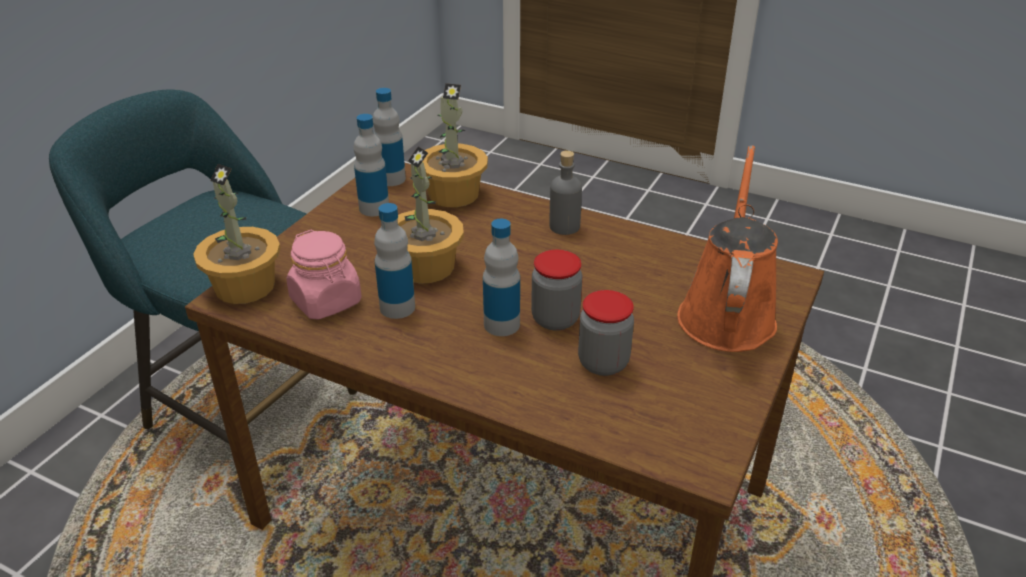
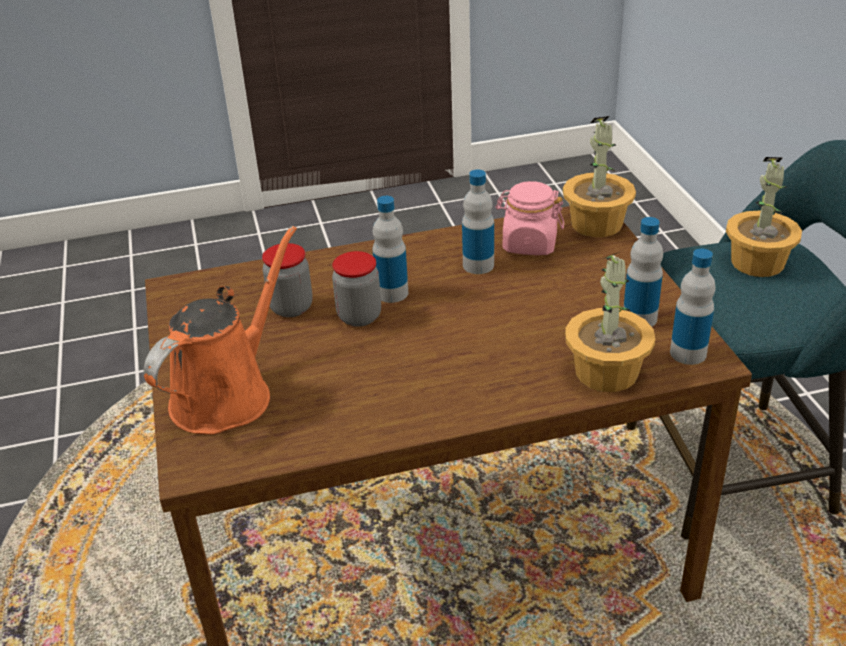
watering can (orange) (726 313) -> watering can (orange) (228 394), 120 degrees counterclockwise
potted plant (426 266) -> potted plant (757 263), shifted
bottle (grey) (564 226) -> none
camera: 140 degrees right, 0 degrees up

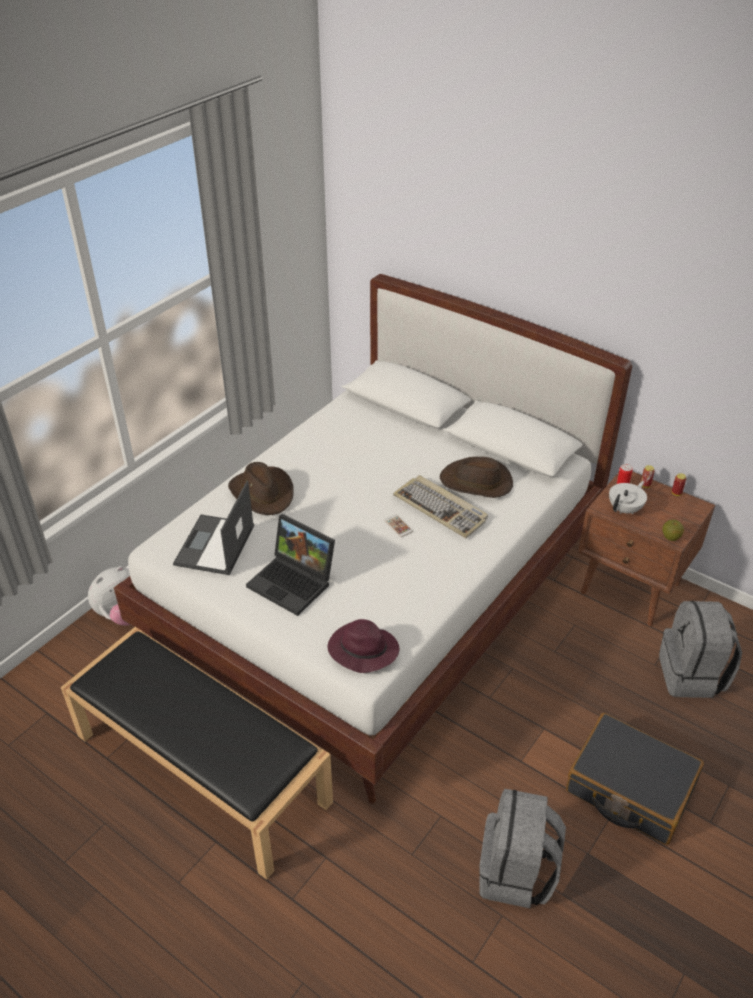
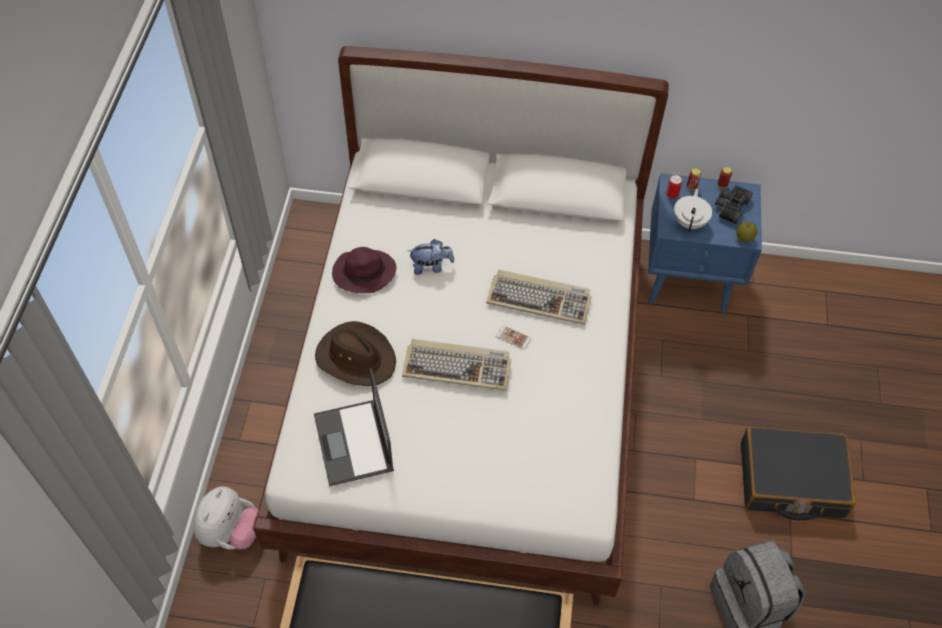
hat (brown) (476 482) -> none
nightstand (brown) (631 589) -> nightstand (blue) (689 280)
laptop (294 582) -> none
backpack (grey) (692 675) -> none
hat (purple) (362 650) -> hat (purple) (363 273), shifted
none -> binoculars (black) (730 207)
none -> plush toy (431 266)
none -> keyboard (458 366)
camera: 30 degrees left, 15 degrees up

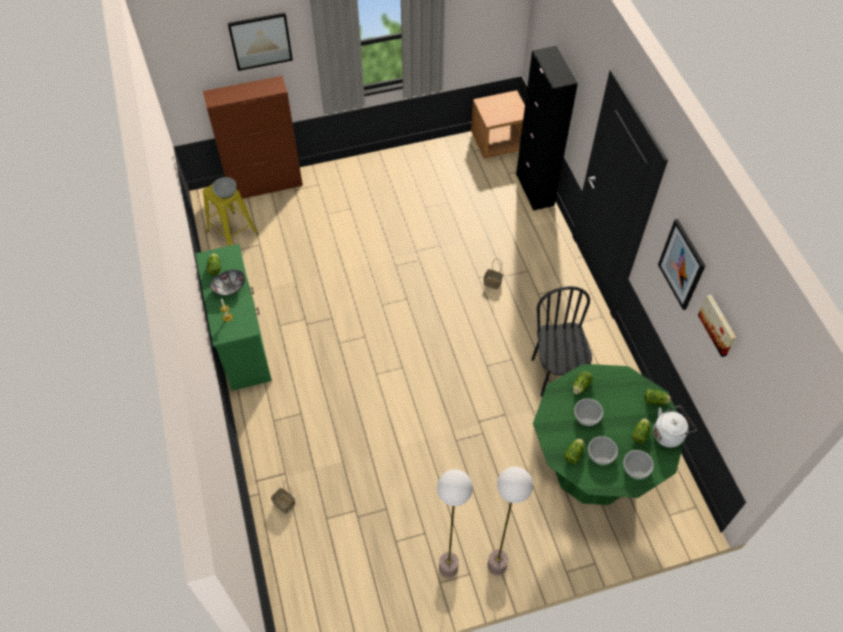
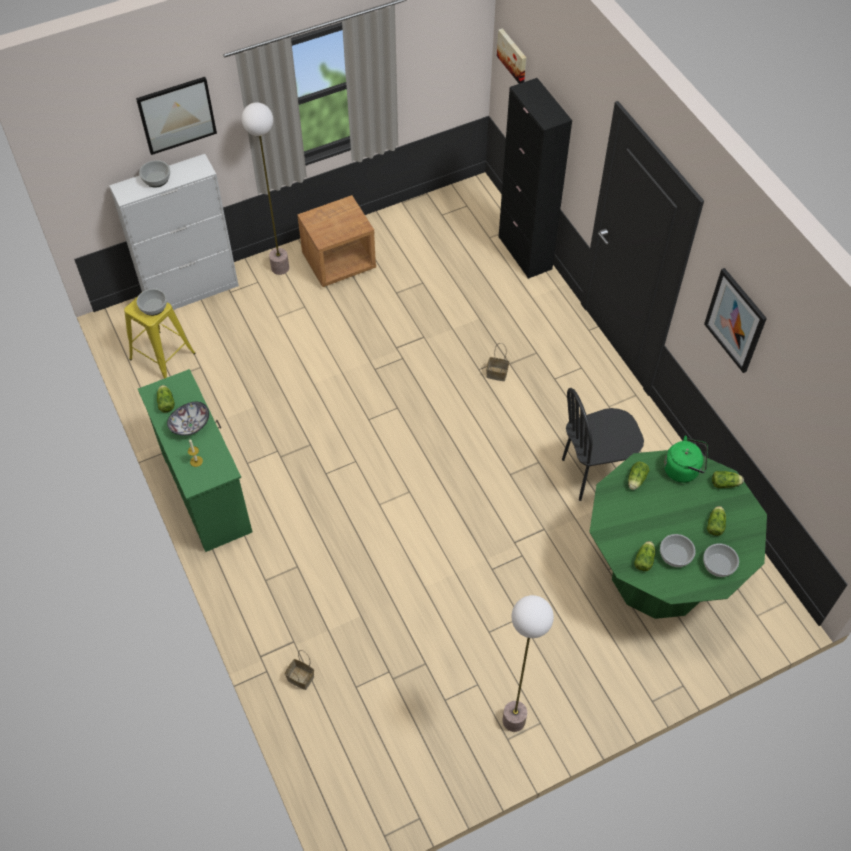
cabinet (brown) (265 185) -> cabinet (white) (192 291)
nightstand (brown) (498 142) -> nightstand (brown) (339 262), shifted
chair (black) (556 375) -> chair (black) (594 473), 90 degrees counterclockwise
picture (718 325) -> picture (513 56), shifted
bowl (587 416) -> bowl (157 179), shifted
kettle (white) (669 433) -> none
floor lamp (496 566) -> floor lamp (280 268), shifted
none -> kettle (green) (683 469)
camera: 10 degrees left, 0 degrees up

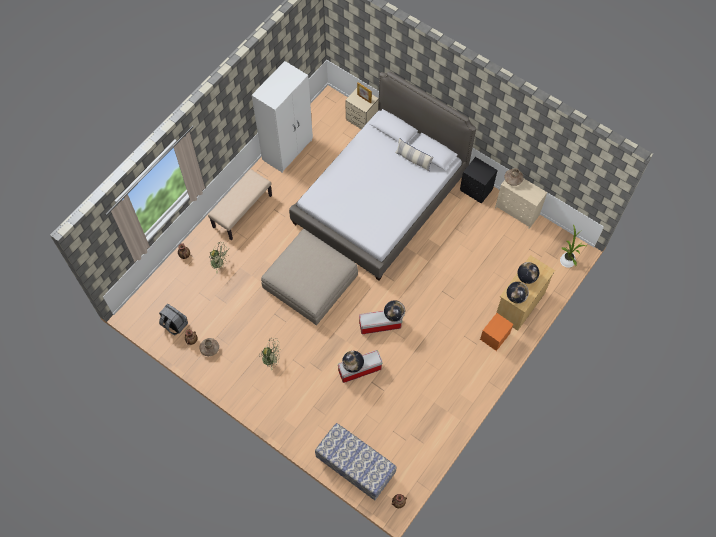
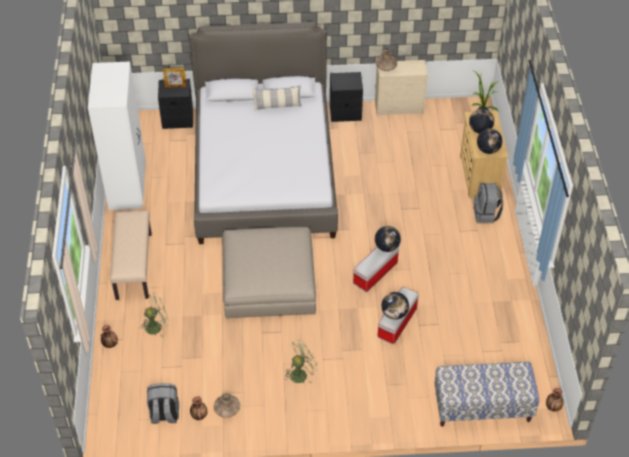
nightstand (beige) (362 120) -> nightstand (black) (178 120)
storage box (orange) (495 336) -> backpack (grey) (486 214)
camera: 40 degrees left, 15 degrees down

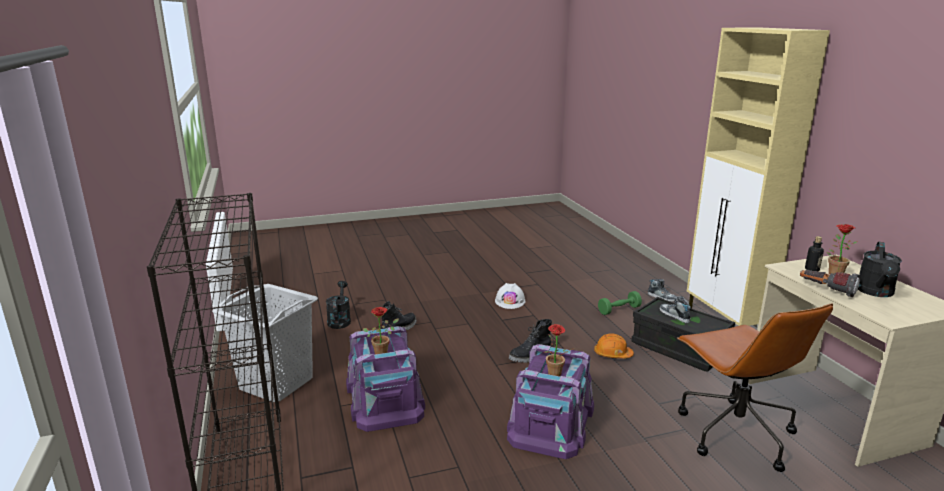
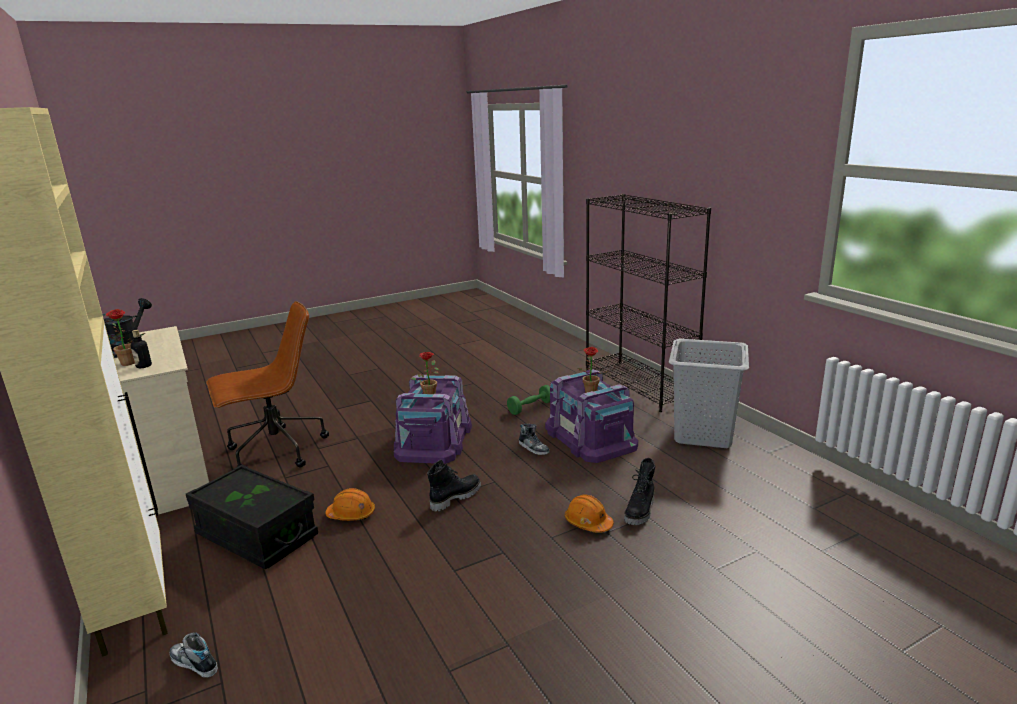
flashlight (826 290) -> none
watering can (black) (339 320) -> none
hard hat (white) (510 301) -> none
dumbbell (green) (619 310) -> dumbbell (green) (530 407), shifted
shoe (674 315) -> shoe (533 448), shifted
office chair (brown) (734 432) -> office chair (brown) (275 451), 90 degrees clockwise
none -> hard hat (orange) (588 523)
camera: 170 degrees right, 0 degrees up

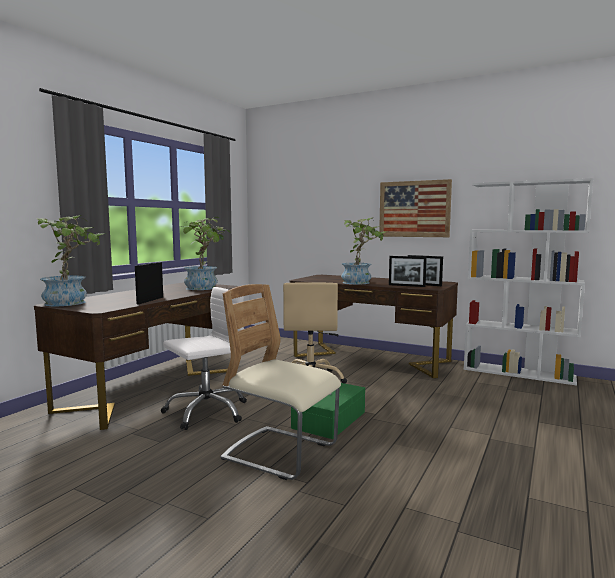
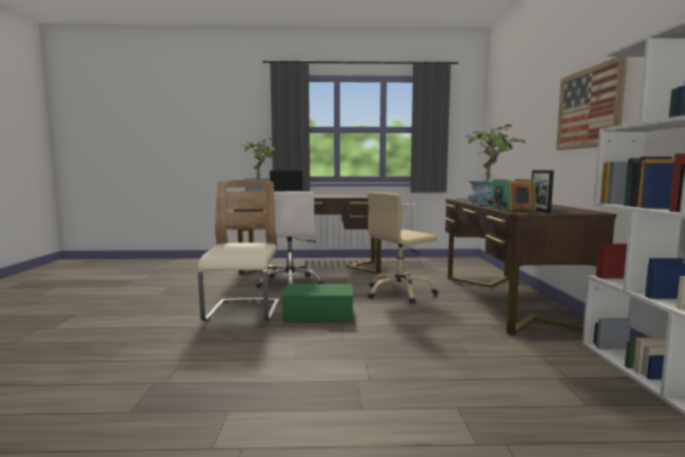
potted plant (205 288) -> none
picture frame (406 286) -> radio (510 209)
office chair (white) (206 411) -> office chair (white) (290 283), 60 degrees clockwise
camera: 60 degrees right, 0 degrees up

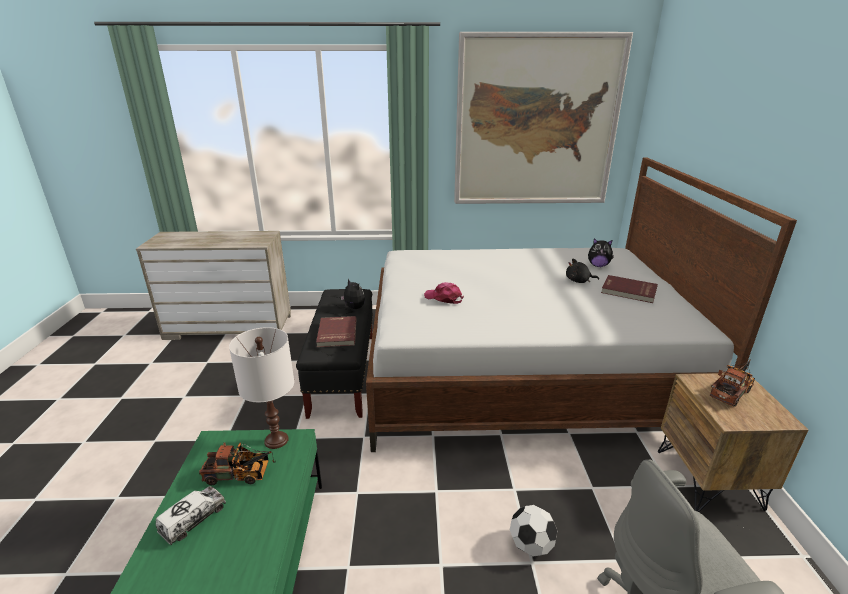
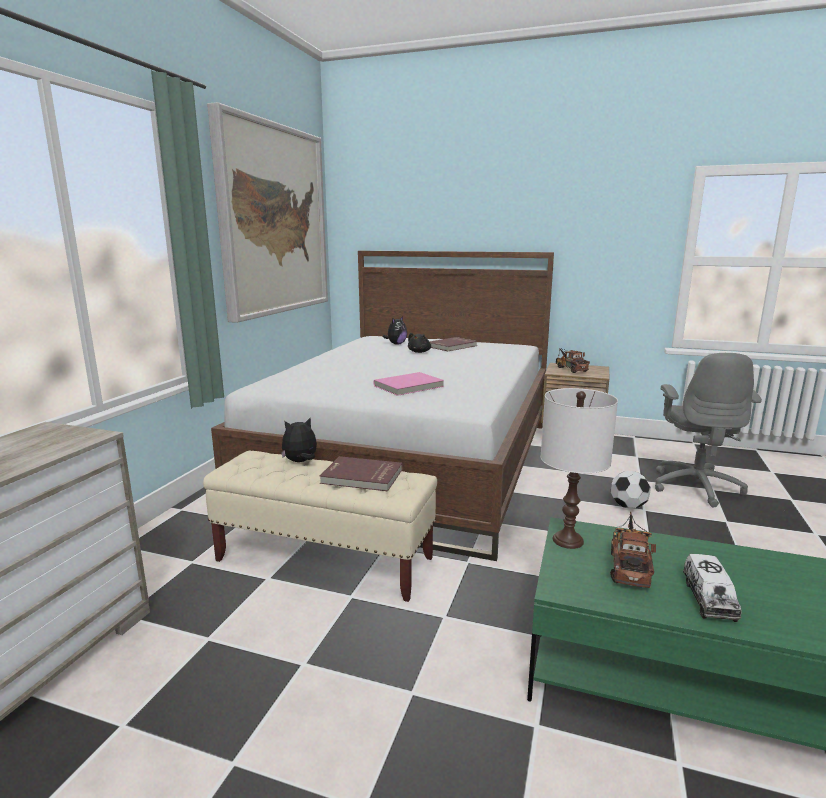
cap (pink) (444 298) -> book (pink) (409 386)
bench (black) (343 374) -> bench (beige) (325 560)
toy truck (193 519) -> toy truck (708 599), 135 degrees counterclockwise
camera: 70 degrees left, 10 degrees down

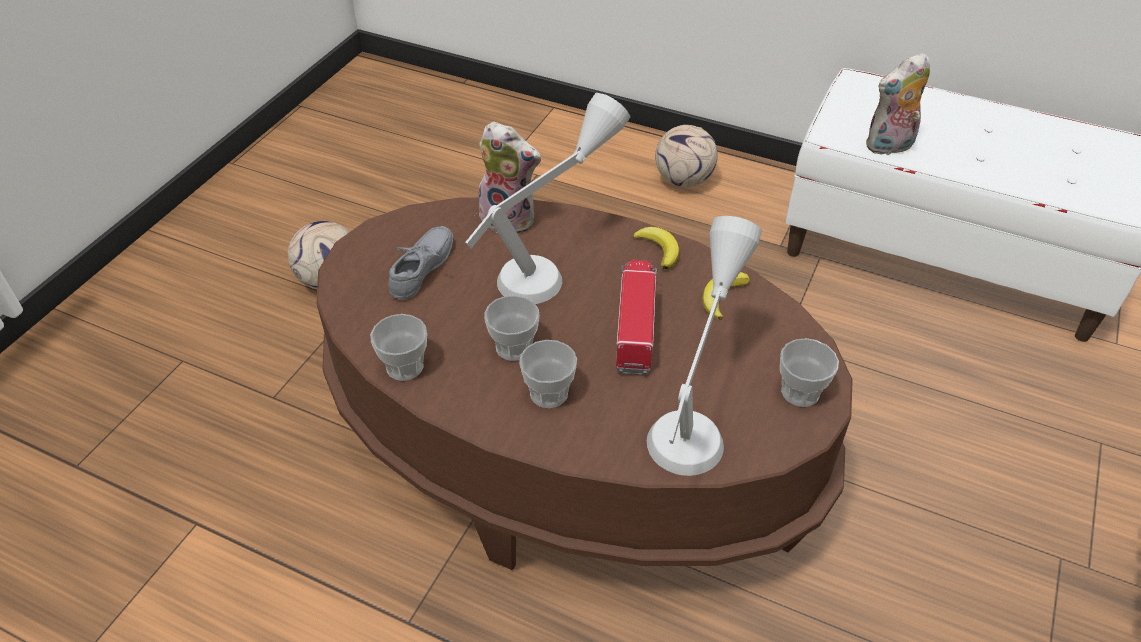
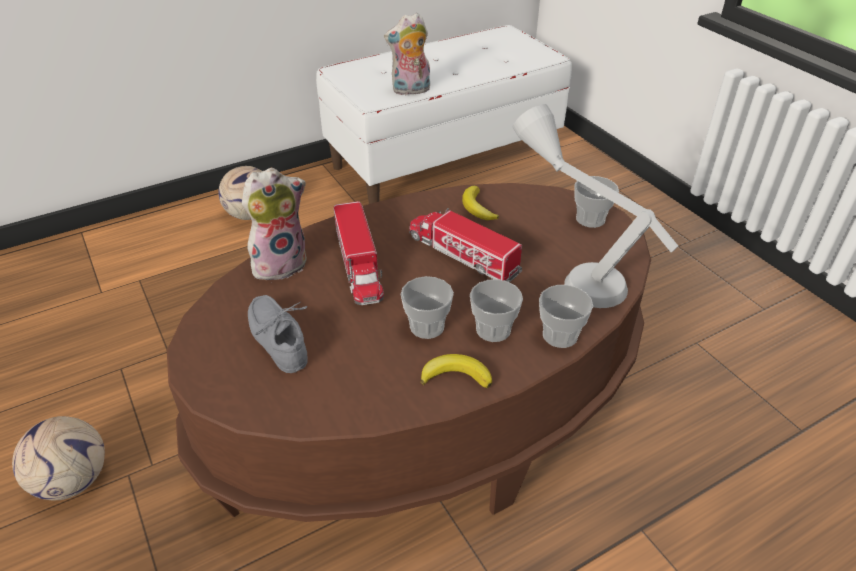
plush toy (889 147) -> plush toy (410 91), 60 degrees clockwise
table lamp (grey) (553 264) -> toy truck (359 265)
banana (659 249) -> banana (456 376), shifted
cup (405 366) -> cup (560 335), shifted
camera: 55 degrees left, 5 degrees down

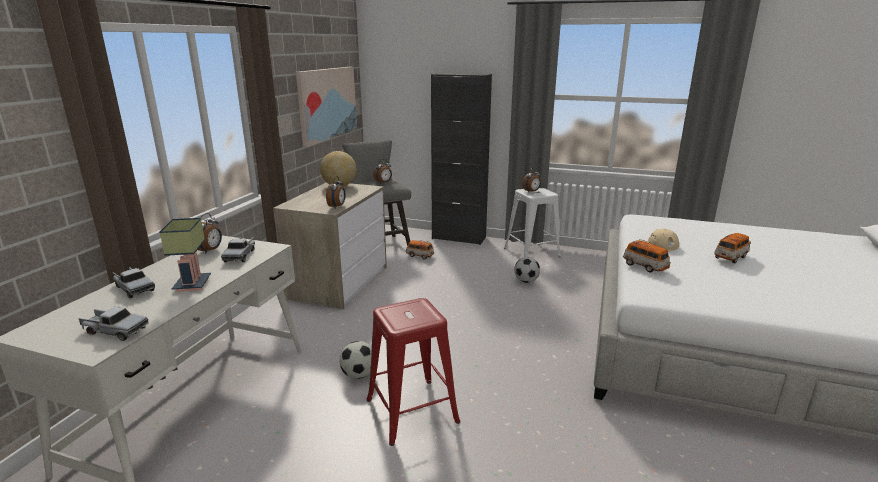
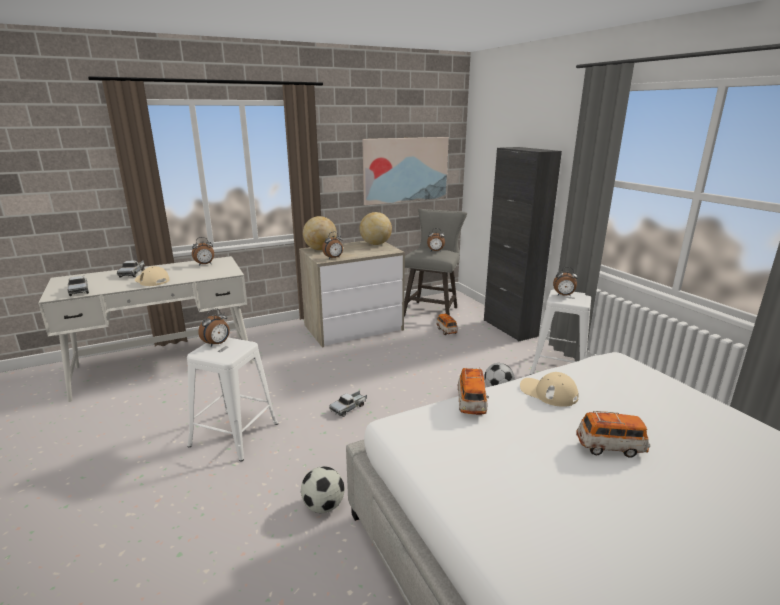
table lamp (194 285) -> cap (beige) (152 280)
toy truck (240 255) -> toy truck (349 407), shifted
stool (red) (412 410) -> stool (white) (234 434)
football (359 374) -> football (323 506), shifted
none -> globe (320 249)
none -> alarm clock (217 344)
camera: 45 degrees right, 0 degrees up

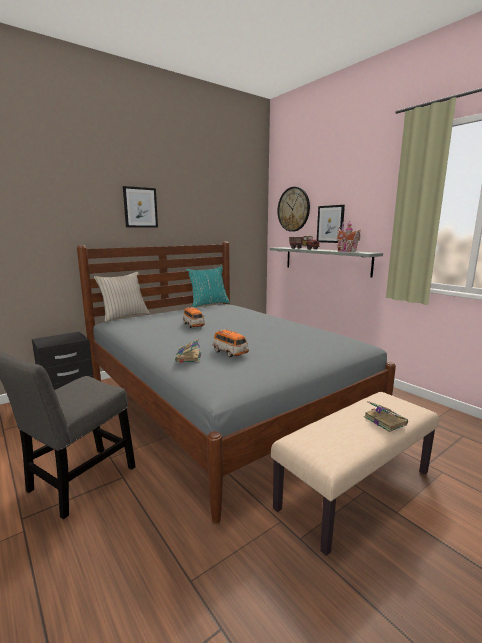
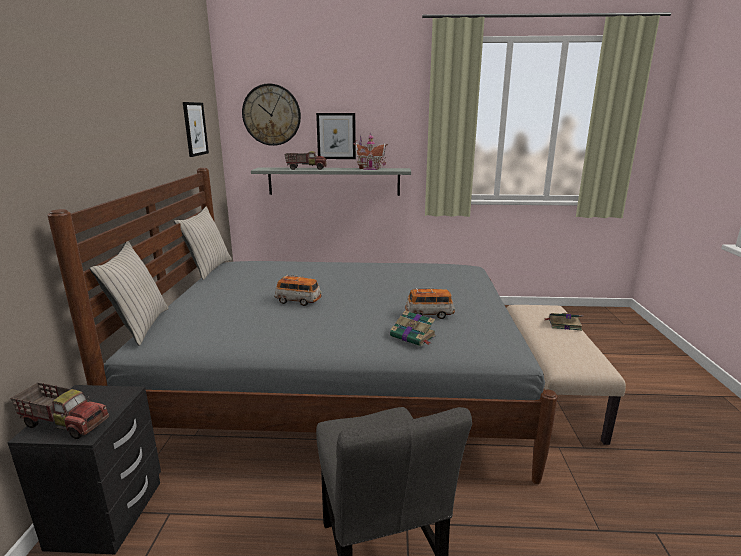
picture (140 207) -> picture (195 129), shifted
pillow (turquoise) (208 304) -> pillow (beige) (208 269)
none -> toy truck (65 423)
camera: 50 degrees left, 5 degrees up

